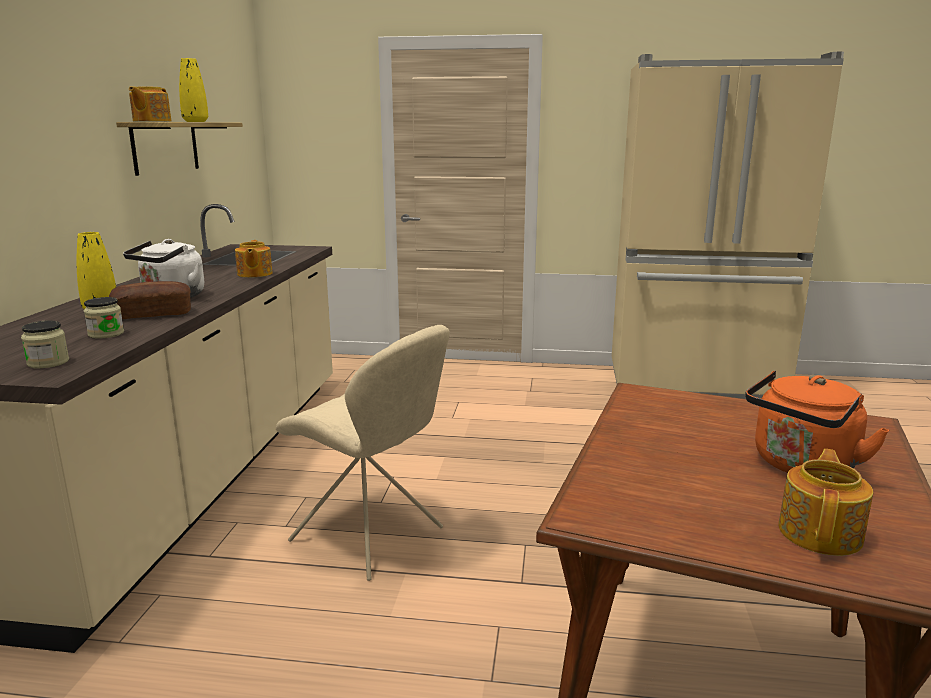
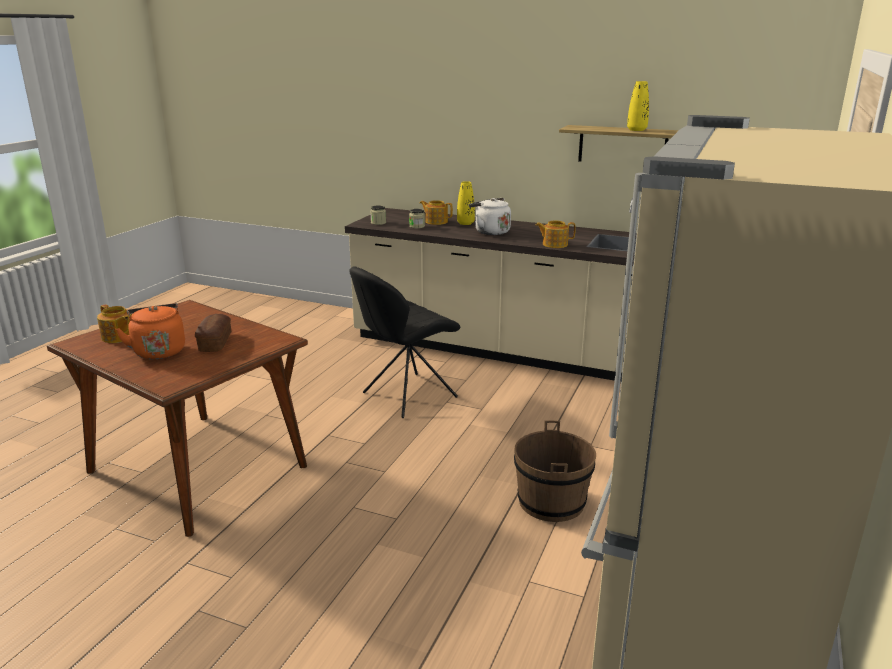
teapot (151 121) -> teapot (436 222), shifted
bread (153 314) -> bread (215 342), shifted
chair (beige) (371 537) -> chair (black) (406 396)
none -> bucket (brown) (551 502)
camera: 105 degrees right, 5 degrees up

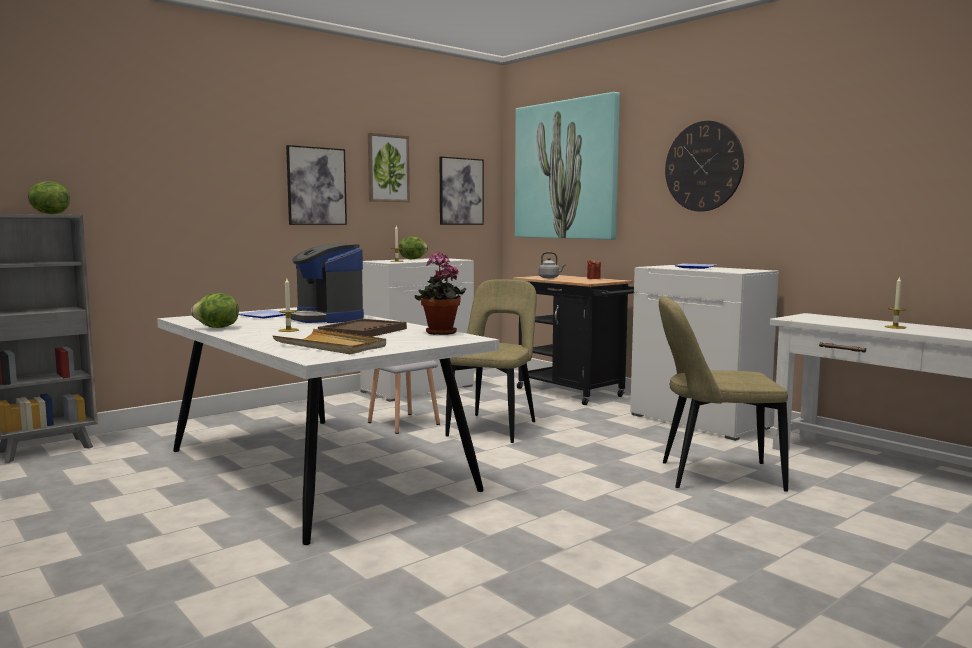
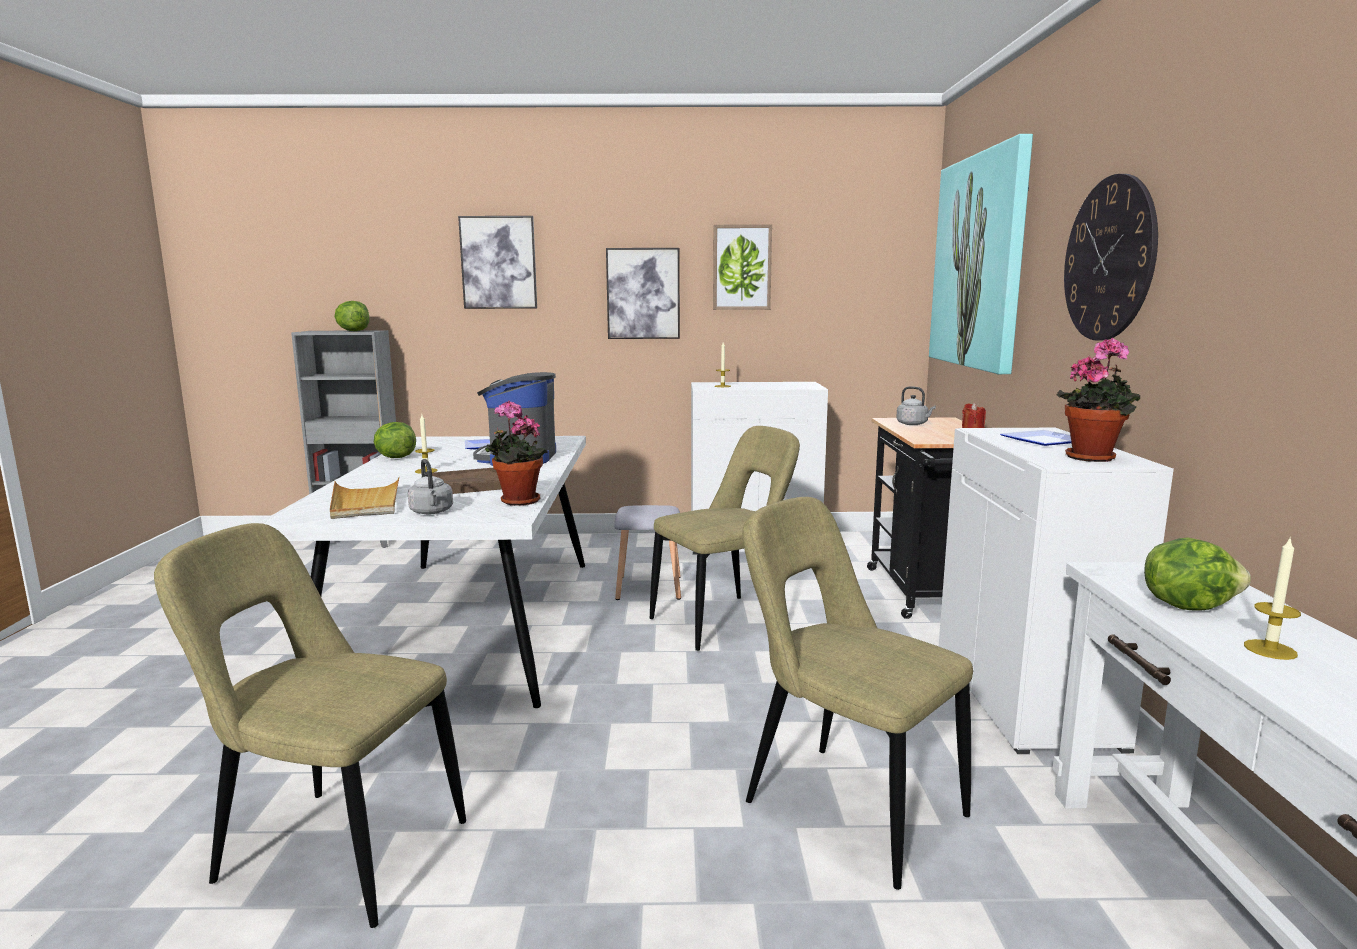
picture (461 191) -> picture (498 262), shifted
lettuce (412 259) -> lettuce (1187 605), shifted
none -> potted plant (1093 457)
none -> kettle (grey) (432 512)
none -> chair (beige) (333 850)
camera: 40 degrees right, 5 degrees up

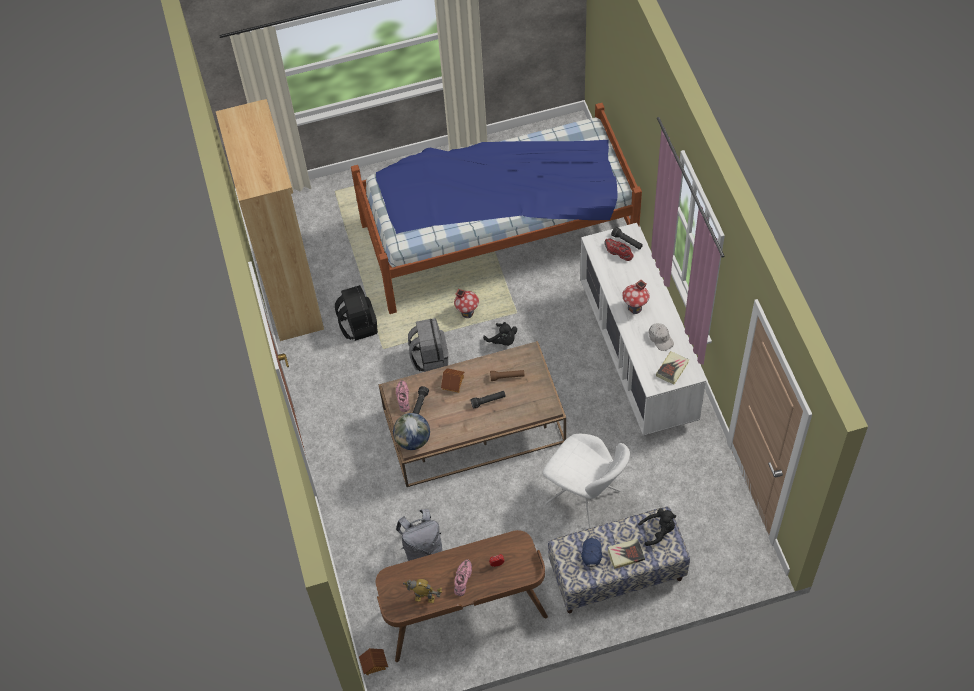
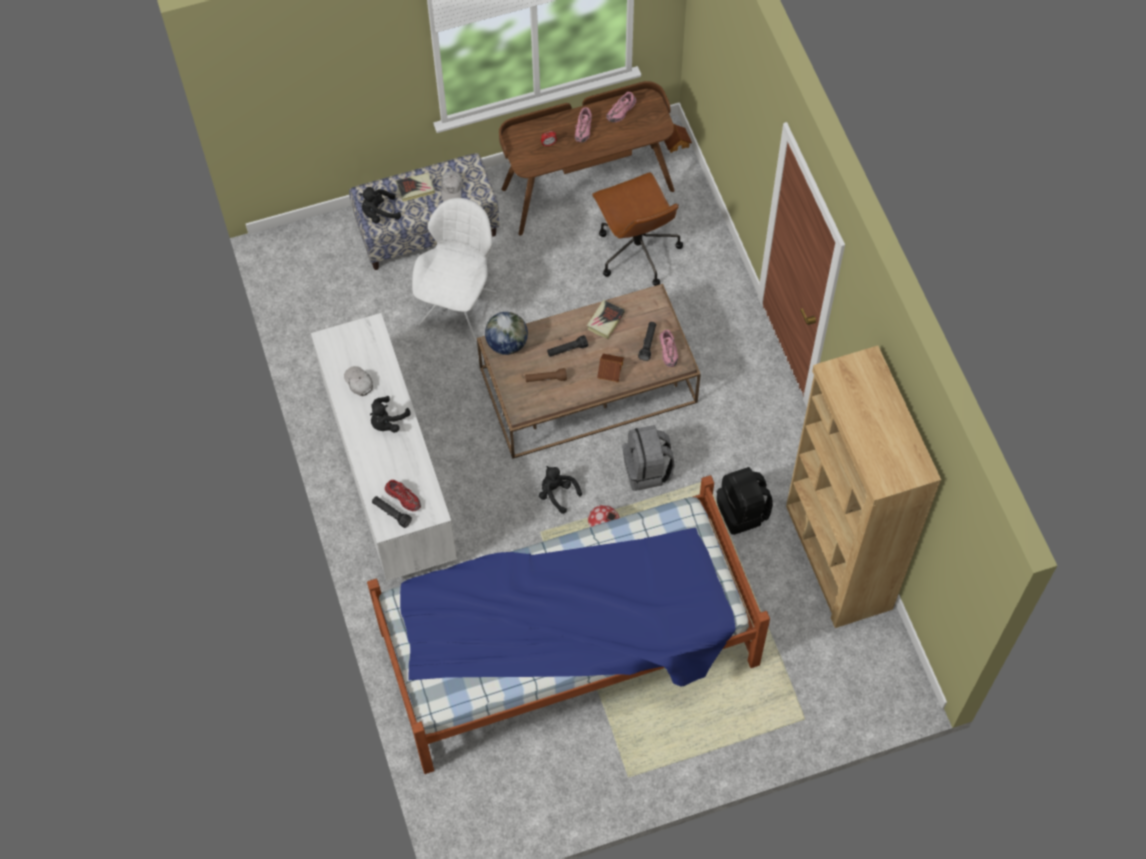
toy house (635 308) -> plush toy (black) (387 422)
book (672 369) -> book (605 321), shifted
globe (413 440) -> globe (507 343), shifted
chair (white) (585 499) -> chair (white) (459 305), 75 degrees clockwise
backpack (grey) (422 549) -> office chair (brown) (637 250)
cap (blue) (591 554) -> cap (white) (451 189)
toy robot (424 598) -> shoe (pink) (621 111)
camera: 175 degrees right, 5 degrees up

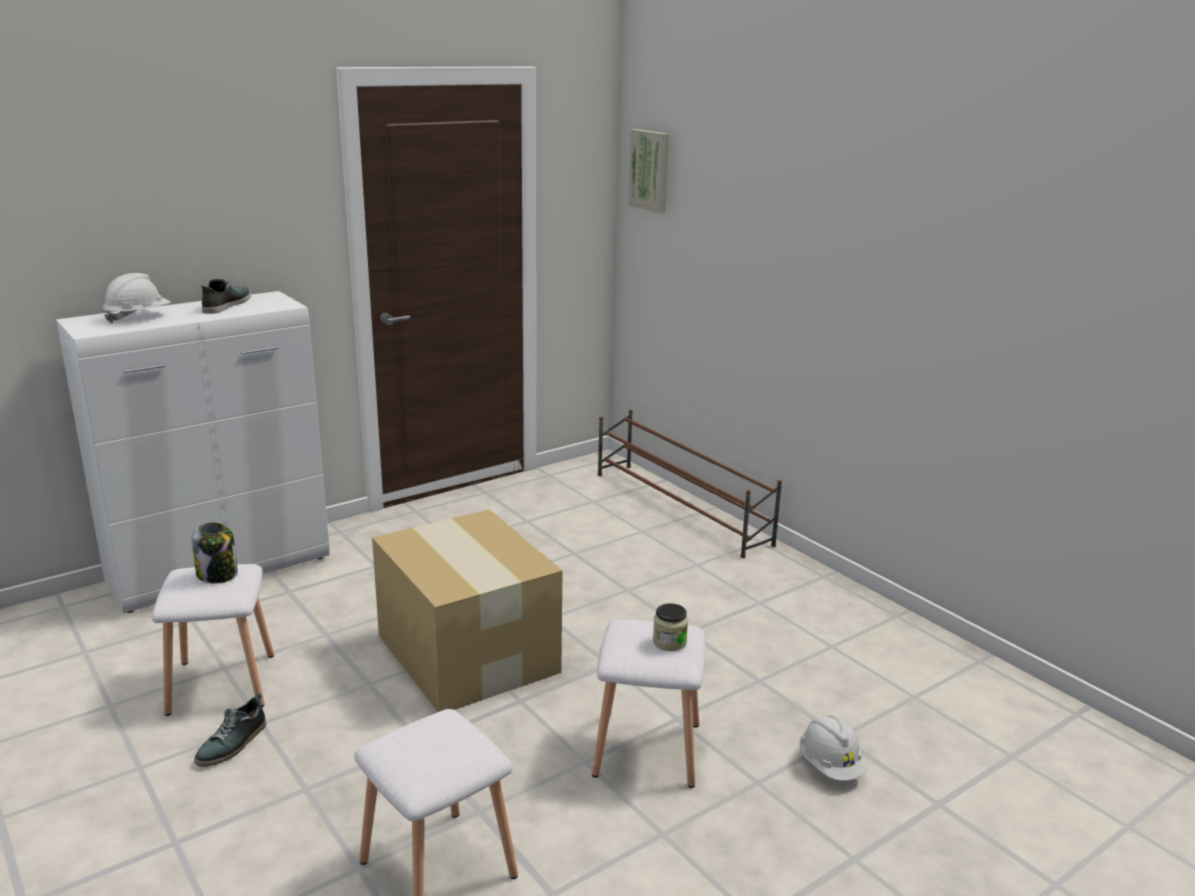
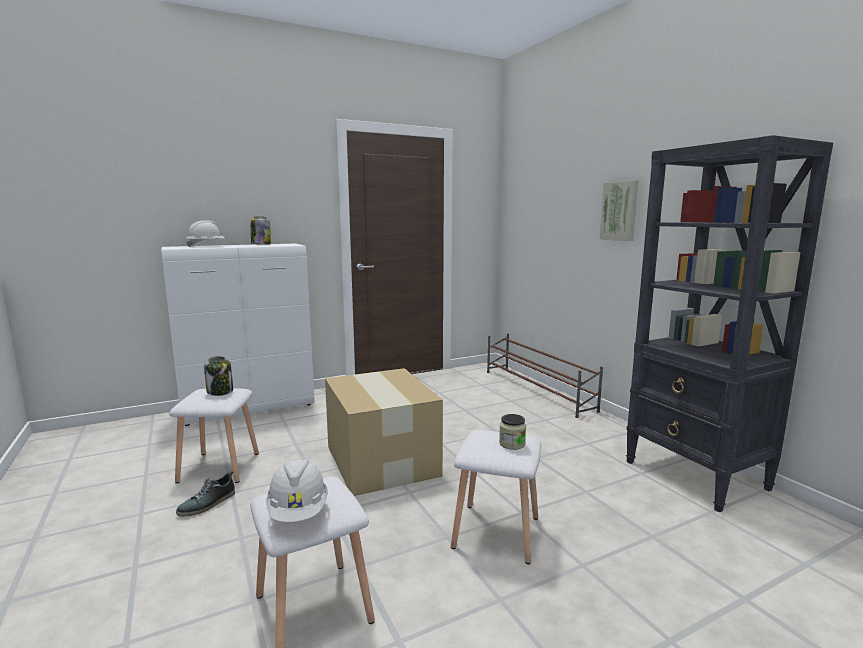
picture (651 170) -> picture (620 211), shifted
shoe (226 305) -> jar (261 245)
hard hat (white) (830 766) -> hard hat (white) (298 511), shifted
none -> bookcase (black) (696 476)
camera: 10 degrees right, 10 degrees down

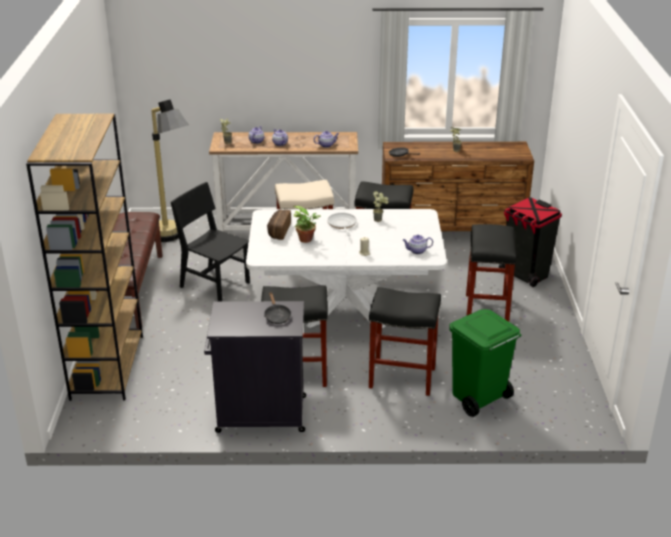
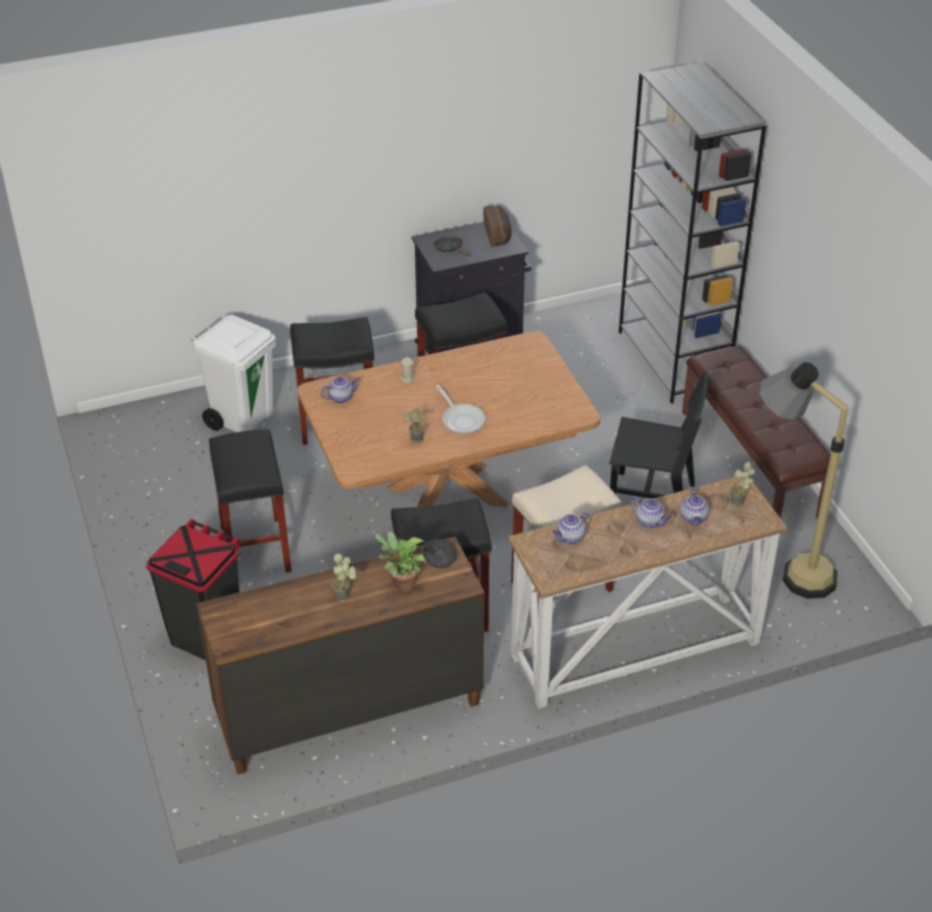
bookcase (brown) (107 366) -> bookcase (grey) (673 360)
potted plant (307 240) -> potted plant (401 583), shifted
dining table (white) (345 313) -> dining table (brown) (448 497)
bread (278 231) -> bread (498 234), shifted
trash can (green) (478 399) -> trash can (white) (243 418)
camera: 160 degrees right, 10 degrees up

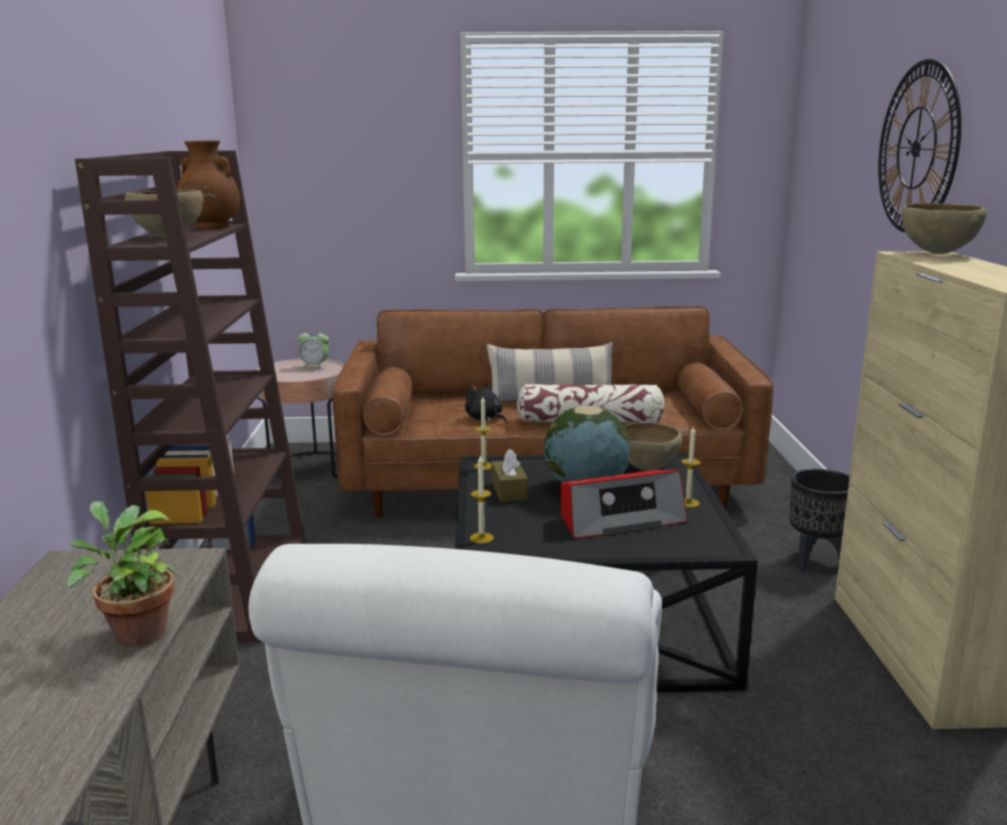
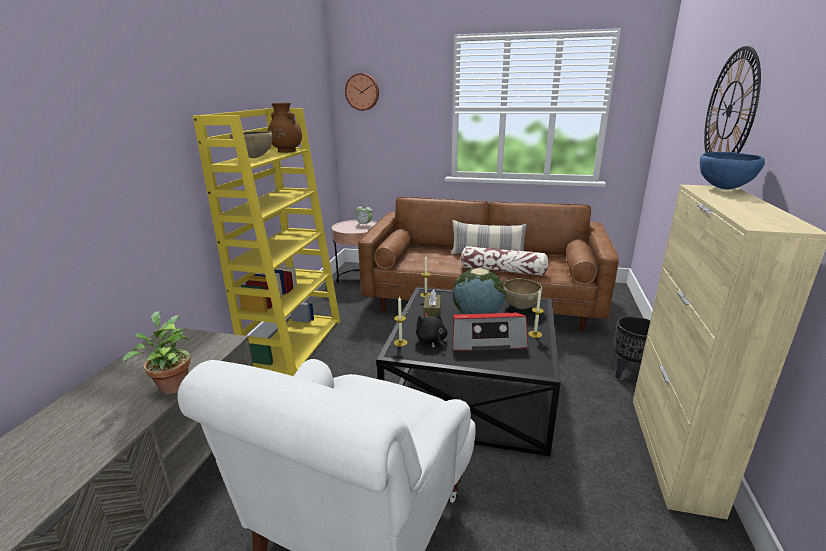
bookcase (brown) (233 586) -> bookcase (yellow) (294 343)
bowl (brown) (936 253) -> bowl (blue) (723 189)
plush toy (black) (485 419) -> plush toy (black) (432 341), shifted
none -> wall clock (362 92)
camera: 15 degrees right, 5 degrees up

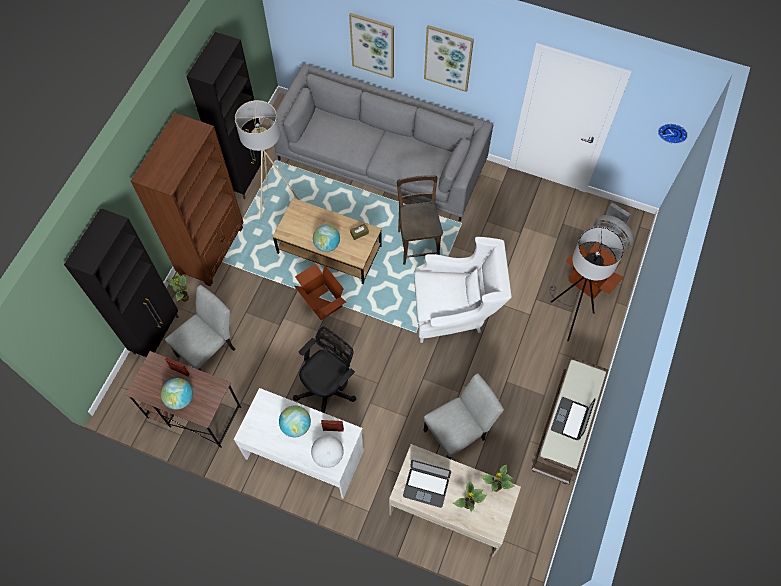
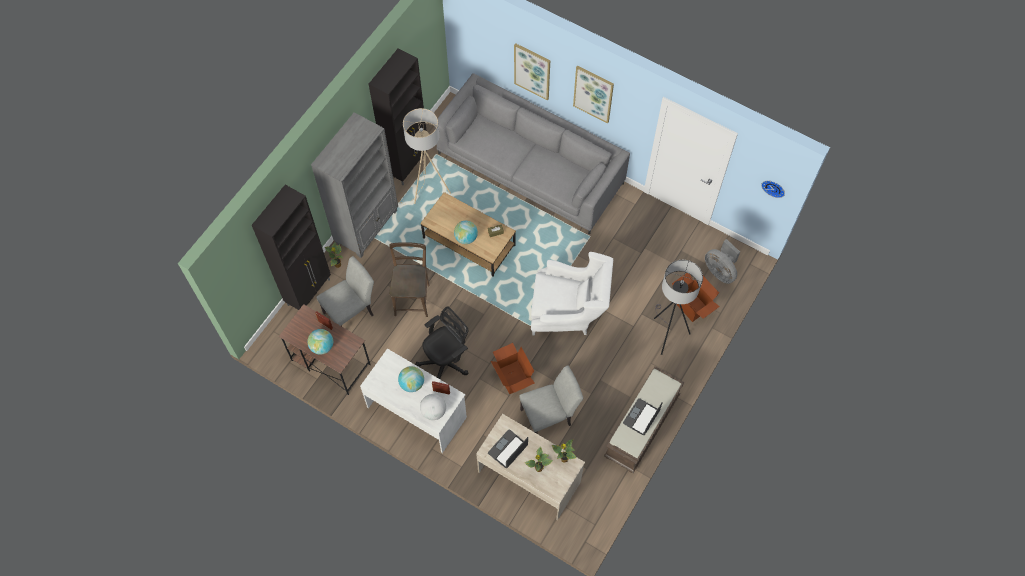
bookcase (brown) (212 250) -> bookcase (grey) (367 227)
chair (brown) (418 242) -> chair (brown) (412 297), shifted
cardboard box (322 302) -> cardboard box (513 377), shifted
laptop (426 487) -> laptop (508 449), 105 degrees clockwise
camera: 10 degrees right, 0 degrees up

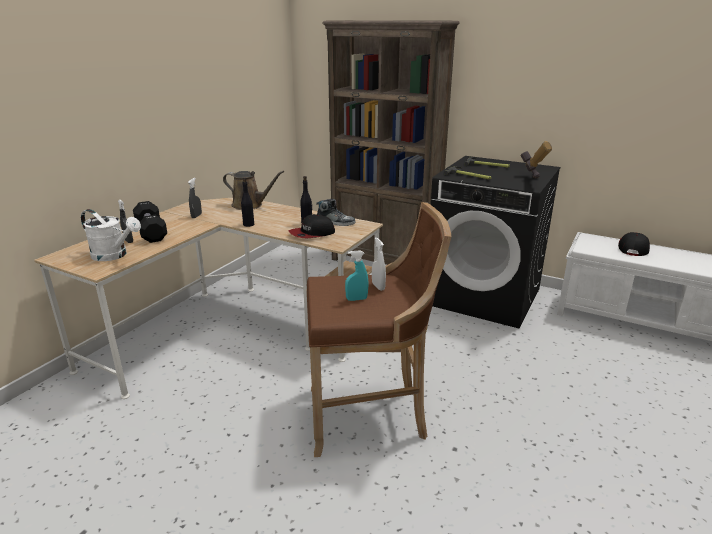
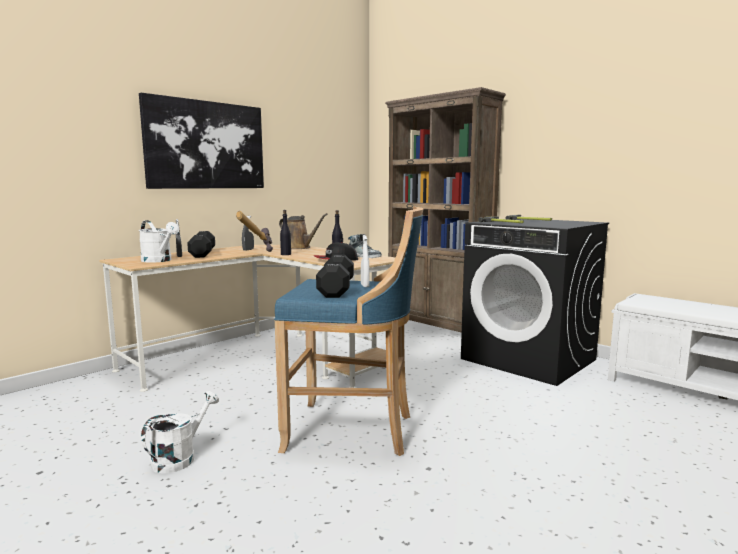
hammer (531 182) -> hammer (254 253), shifted
stool (brown) (370 416) -> stool (blue) (354 431)
cap (633 247) -> none
spray bottle (turquoise) (356 299) -> dumbbell (black) (336 289)
none -> picture (206 145)
none -> watering can (white) (180 457)
camera: 15 degrees right, 15 degrees down

